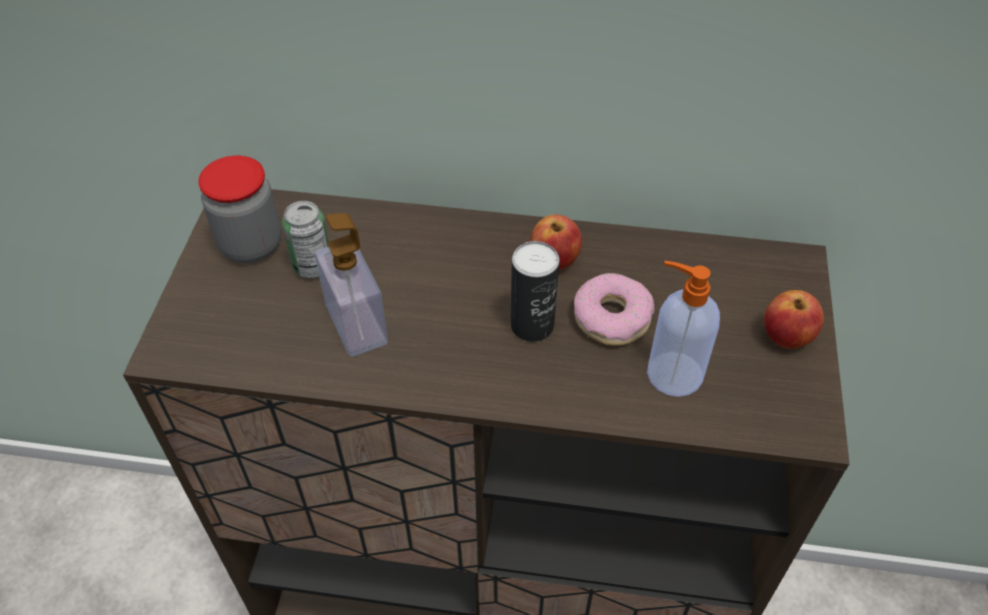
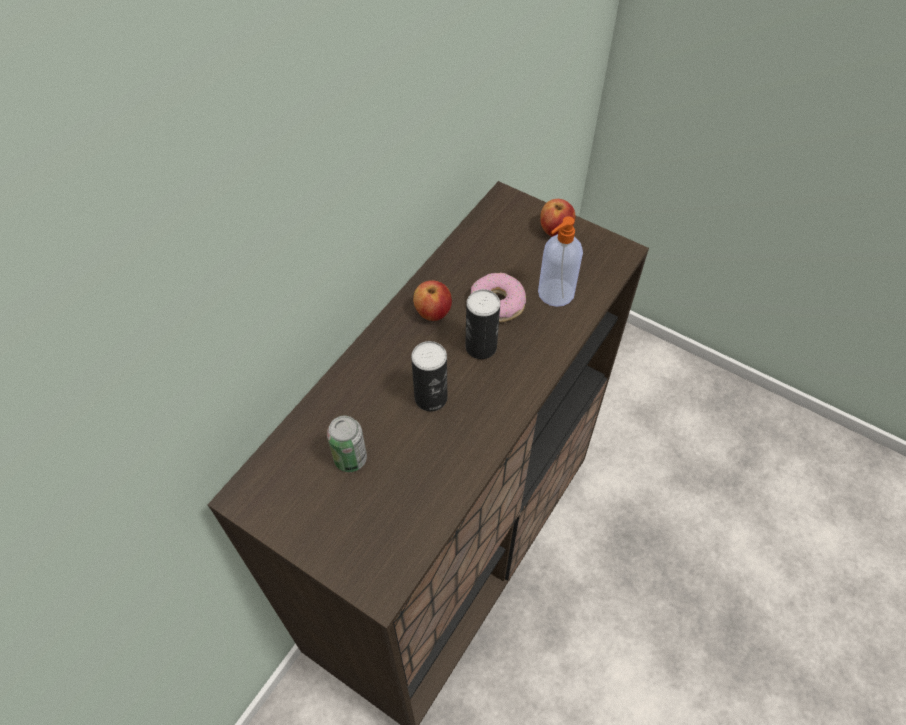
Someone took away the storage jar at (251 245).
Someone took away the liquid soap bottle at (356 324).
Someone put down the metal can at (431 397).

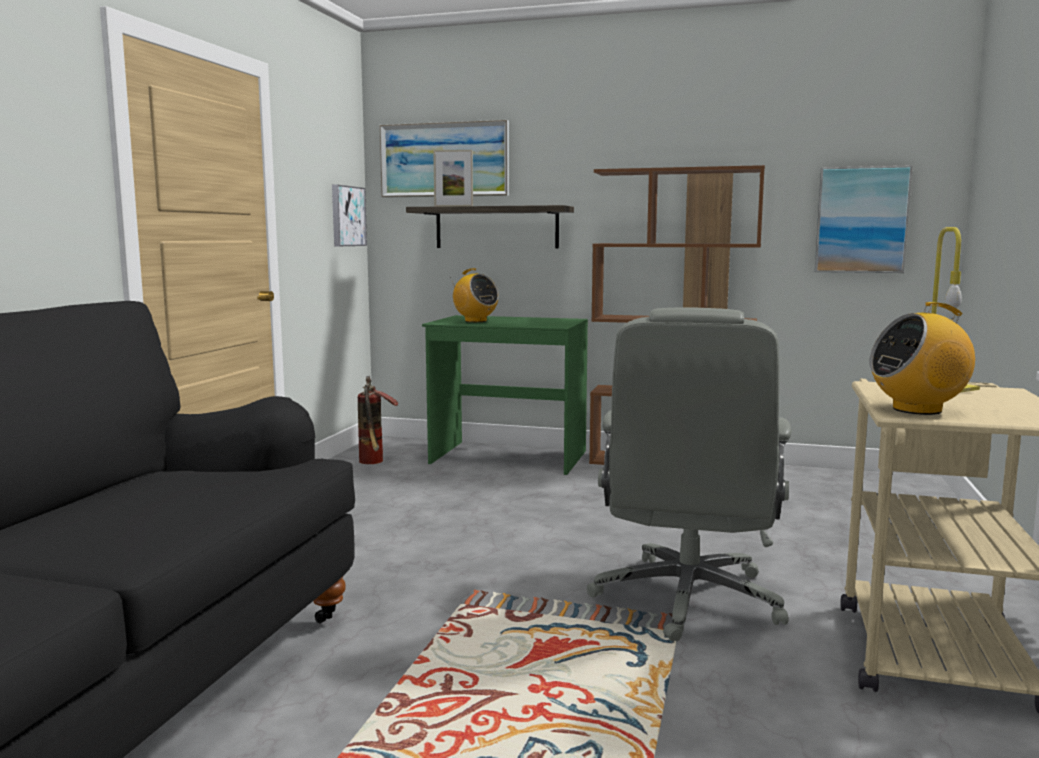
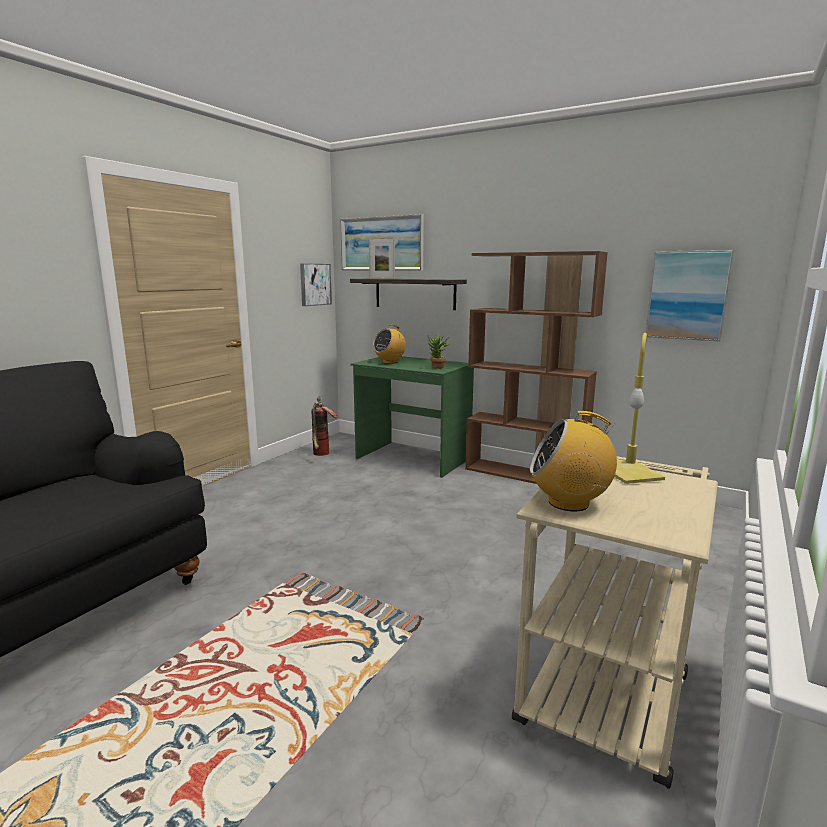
Someone rotated the radio set at (475 321) by 75 degrees clockwise.
Someone took away the greyish desk chair at (687 600).
Someone put down the plant in a pot at (437 368).

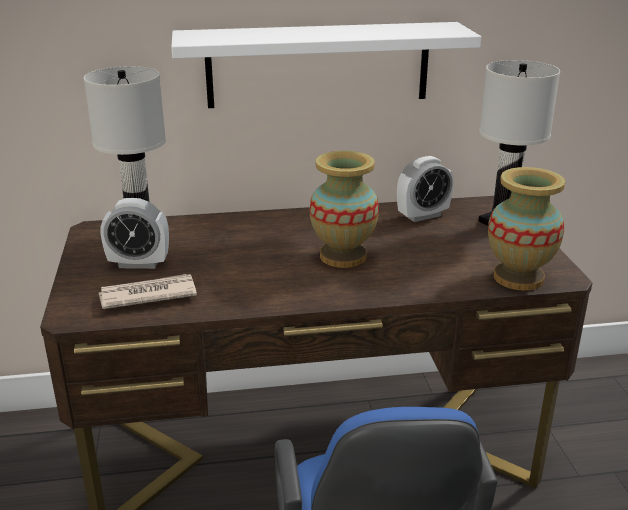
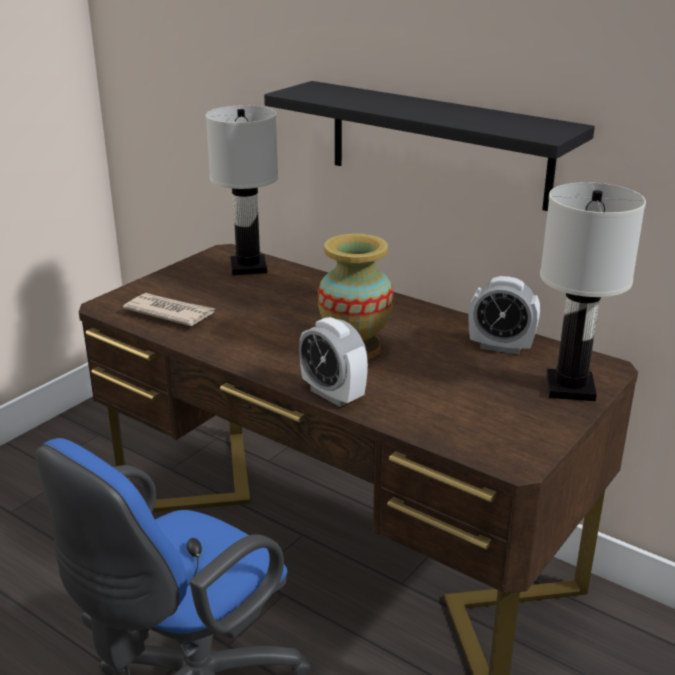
Someone carried the alarm clock from (139 264) to (333 394).
Someone repainted the white wall shelf at (318 65), which became the black wall shelf at (437 144).
Someone took away the vase at (518 278).

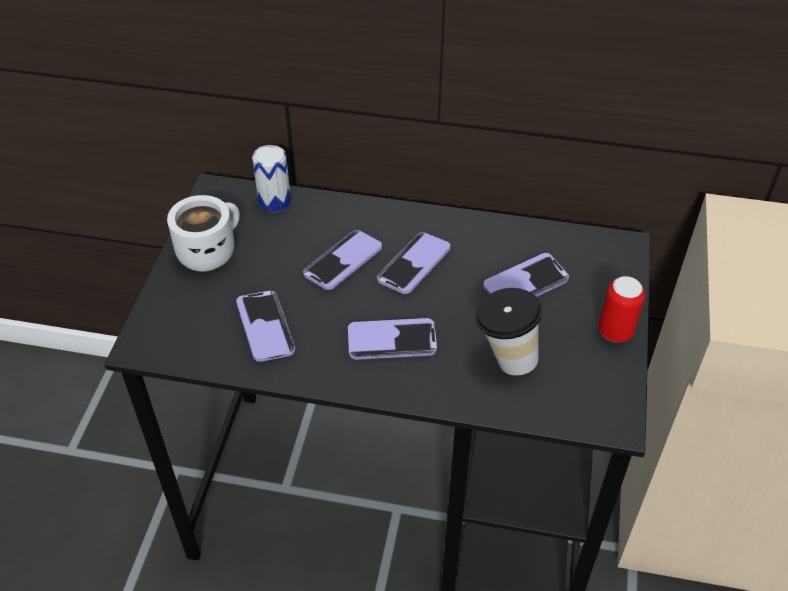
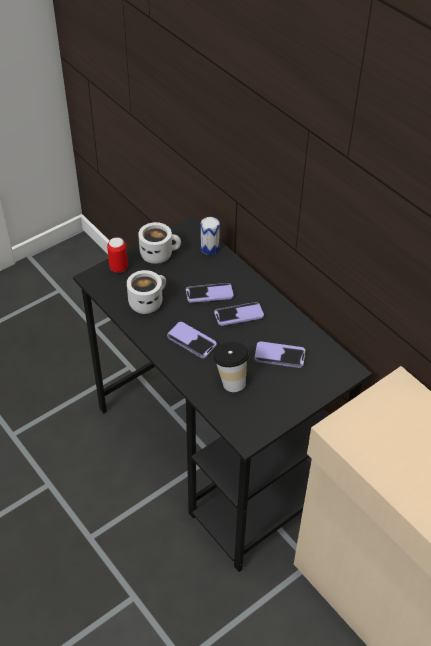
Someone swapped the phone at (265 327) for the white tea mug at (147 301).
Someone carried the metal can from (615 332) to (118 268).

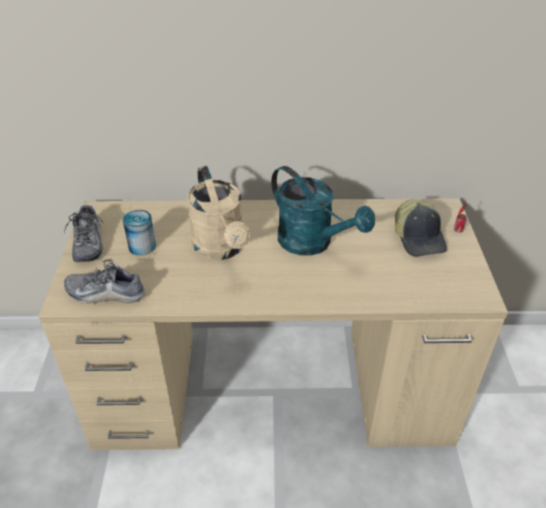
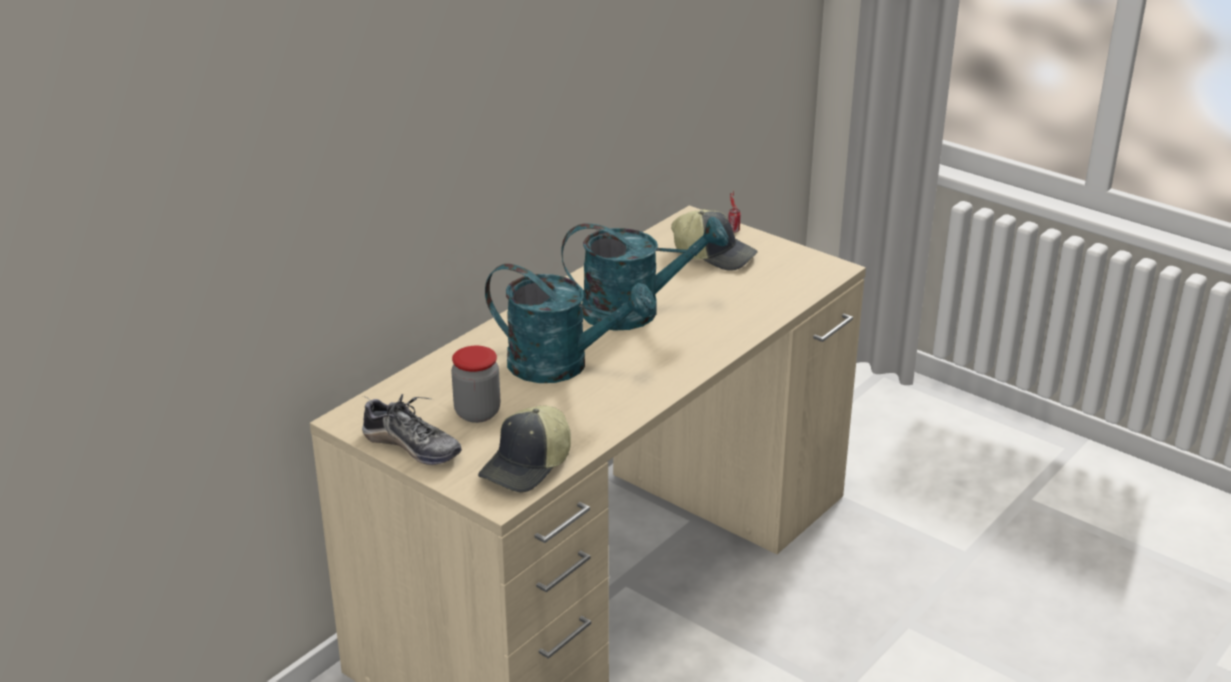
Someone swapped the shoe at (105 293) for the cap at (528 466).
Someone swapped the metal can at (142 246) for the storage jar at (477 413).
Someone repainted the beige-coloured sprinkling can at (222 249), which became the turquoise-coloured sprinkling can at (562 365).

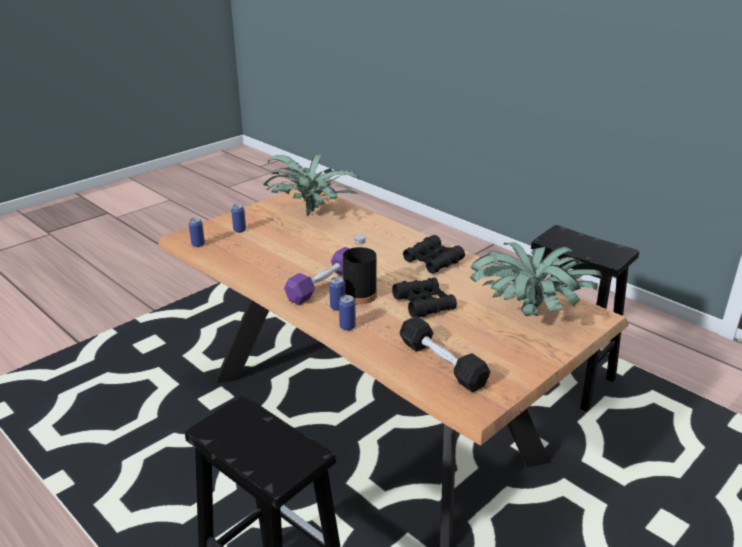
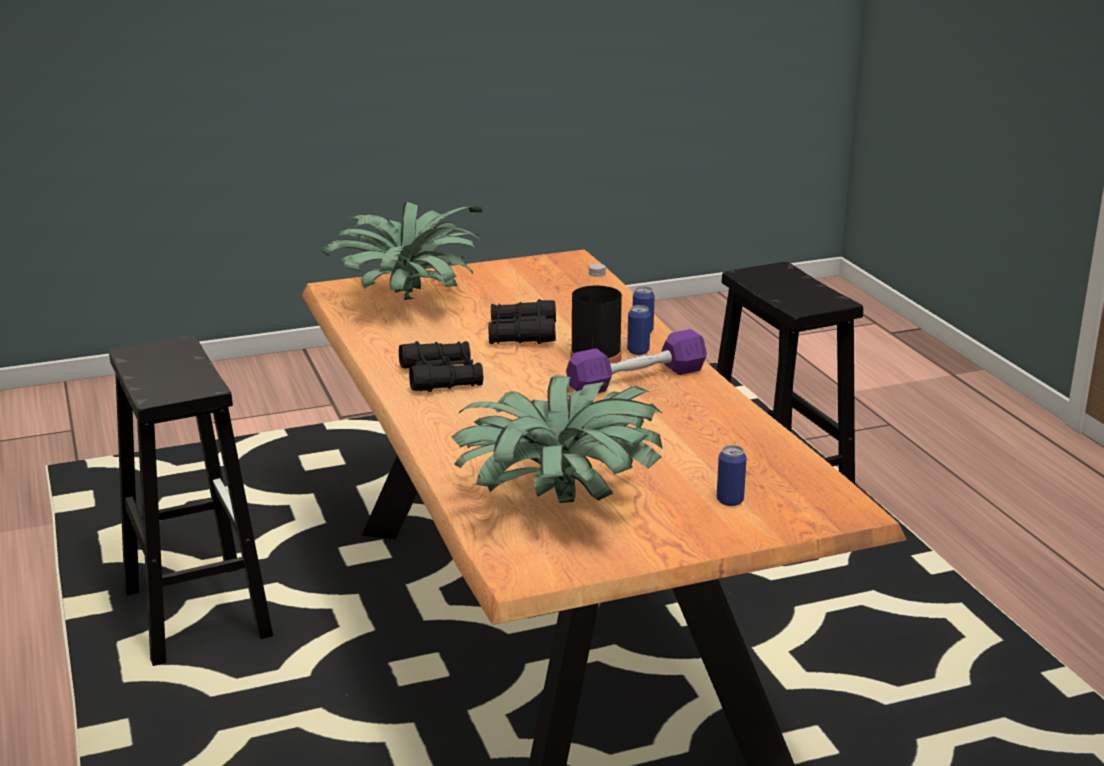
Someone took away the metal can at (198 244).
Someone took away the black dumbbell at (442 363).

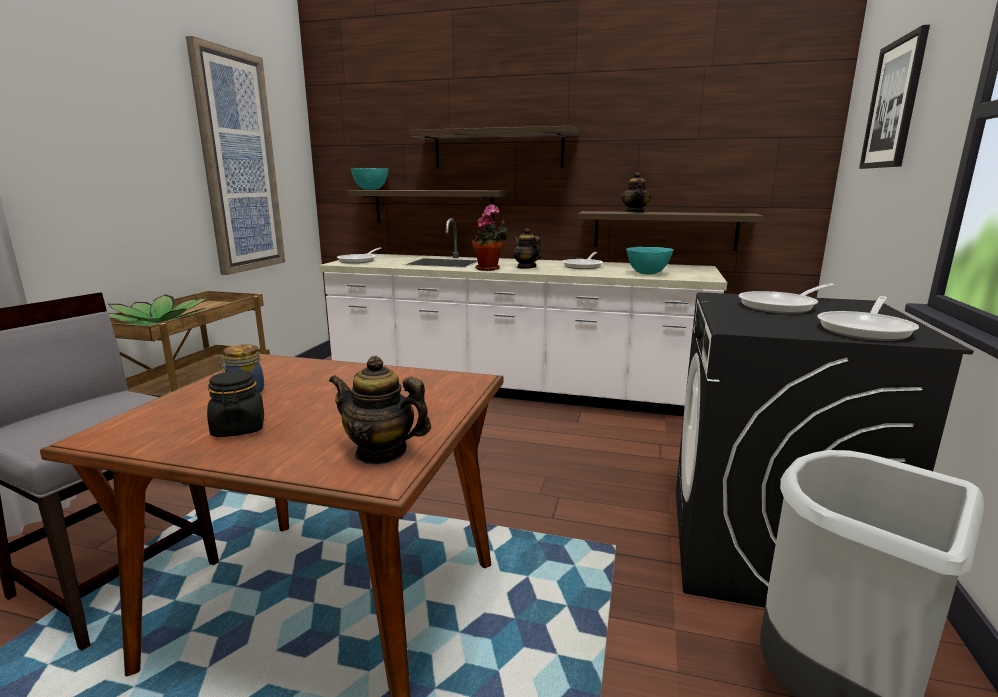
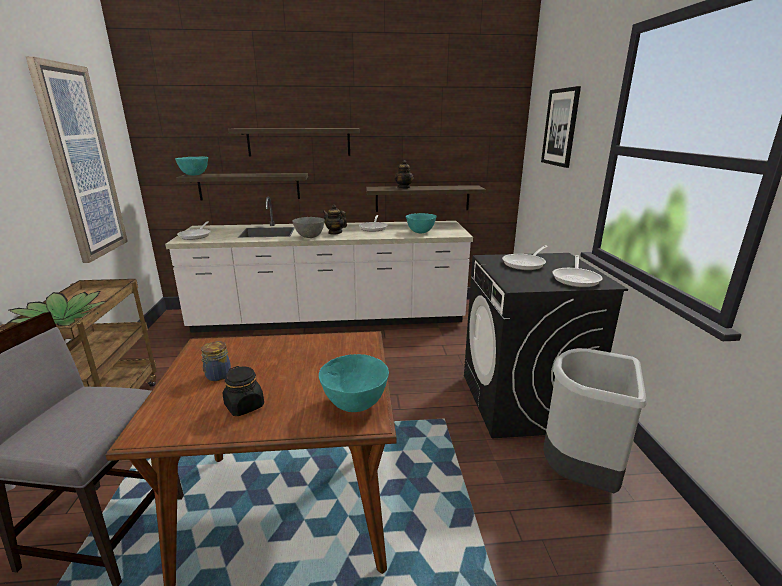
Someone swapped the teapot at (381 452) for the turquoise-coloured bowl at (355 404).
Someone swapped the plant in a pot at (489 269) for the greyish bowl at (310 237).

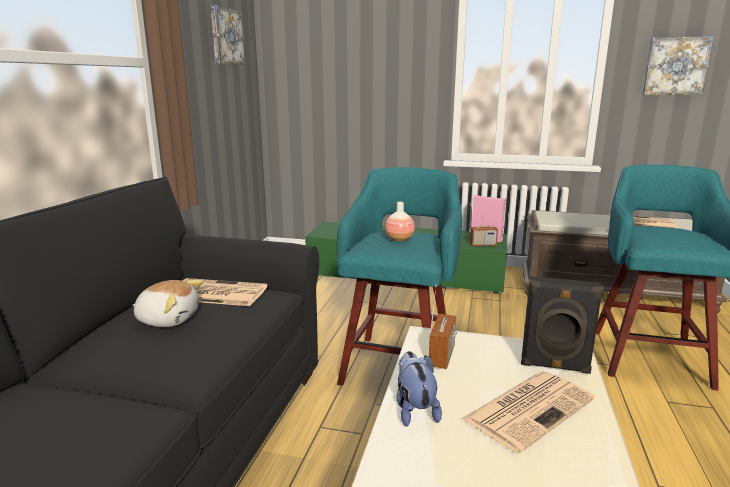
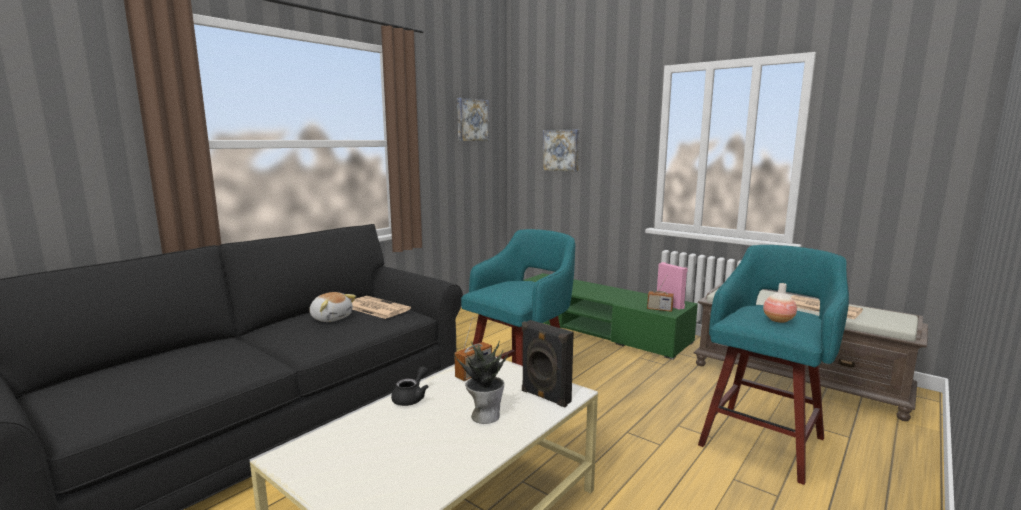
Someone carried the vase from (399 239) to (778 320).
Someone swapped the plush toy at (414 410) for the black teapot at (411 398).
Someone swapped the newspaper at (529 408) for the plant in a pot at (485 415).
Someone carried the wall picture from (675 66) to (561 150).

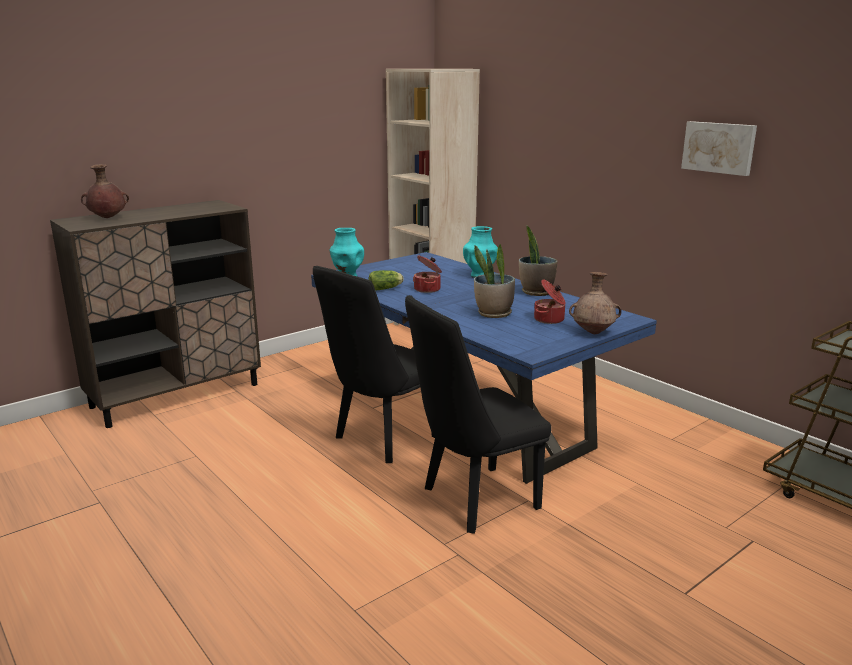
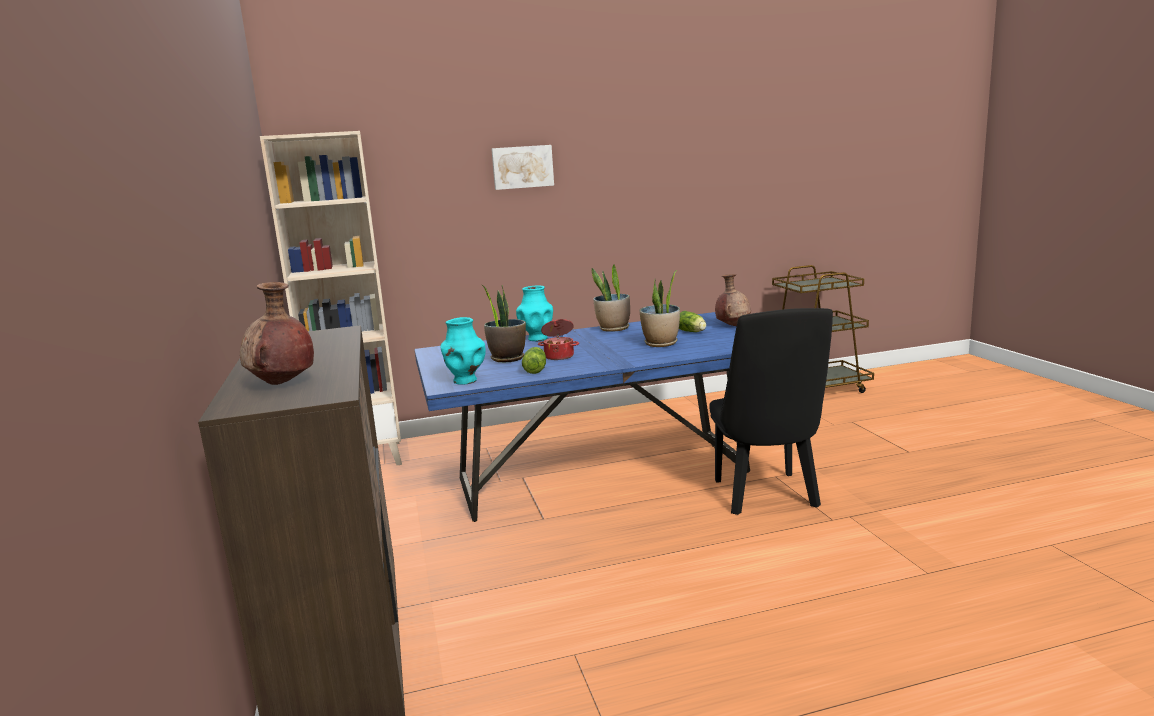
Someone took away the black chair at (380 440).
Someone swapped the cooking pot at (549 319) for the lettuce at (692 332).
Someone carried the wall picture from (719 147) to (522 167).
Someone put down the plant in a pot at (507 358).

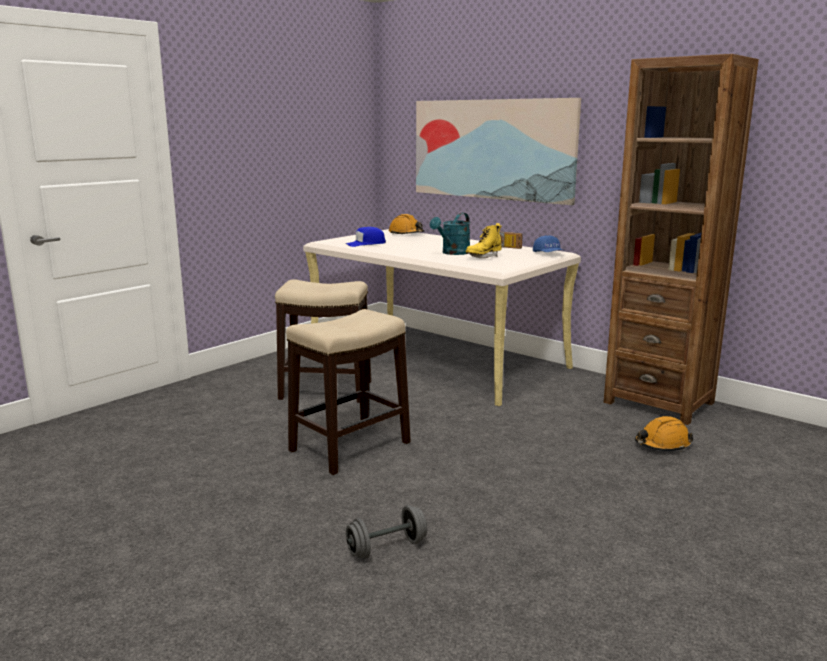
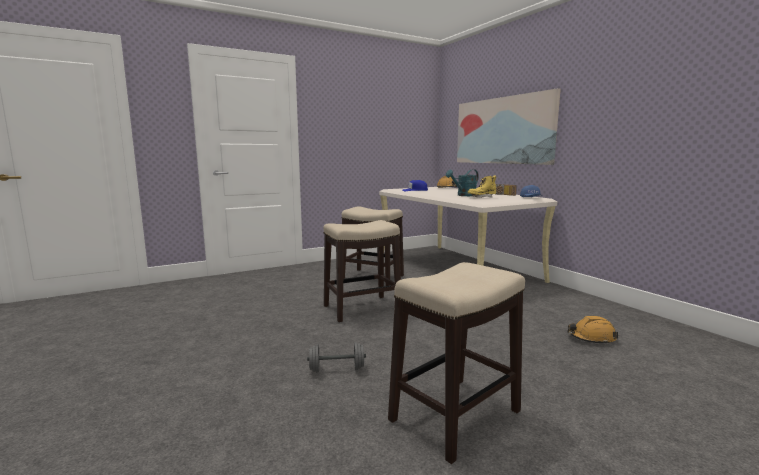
Someone took away the brown-coloured bookshelf at (659 402).
Someone put down the stool at (454 416).

